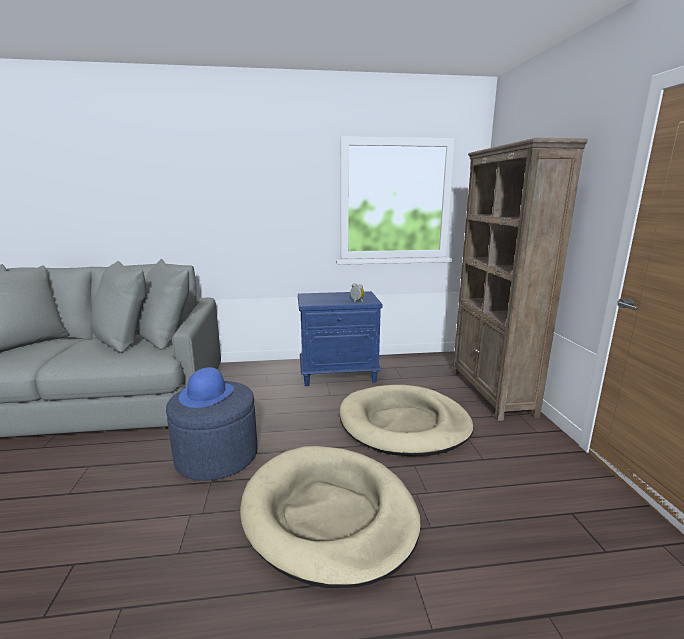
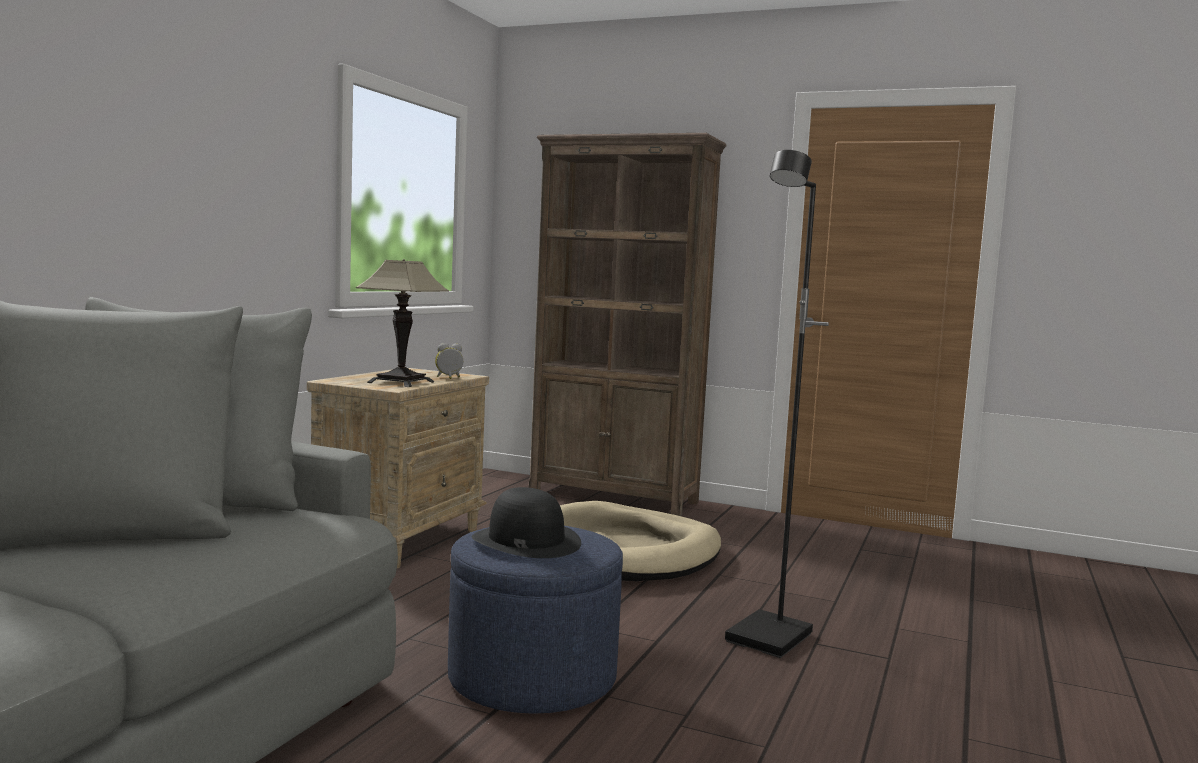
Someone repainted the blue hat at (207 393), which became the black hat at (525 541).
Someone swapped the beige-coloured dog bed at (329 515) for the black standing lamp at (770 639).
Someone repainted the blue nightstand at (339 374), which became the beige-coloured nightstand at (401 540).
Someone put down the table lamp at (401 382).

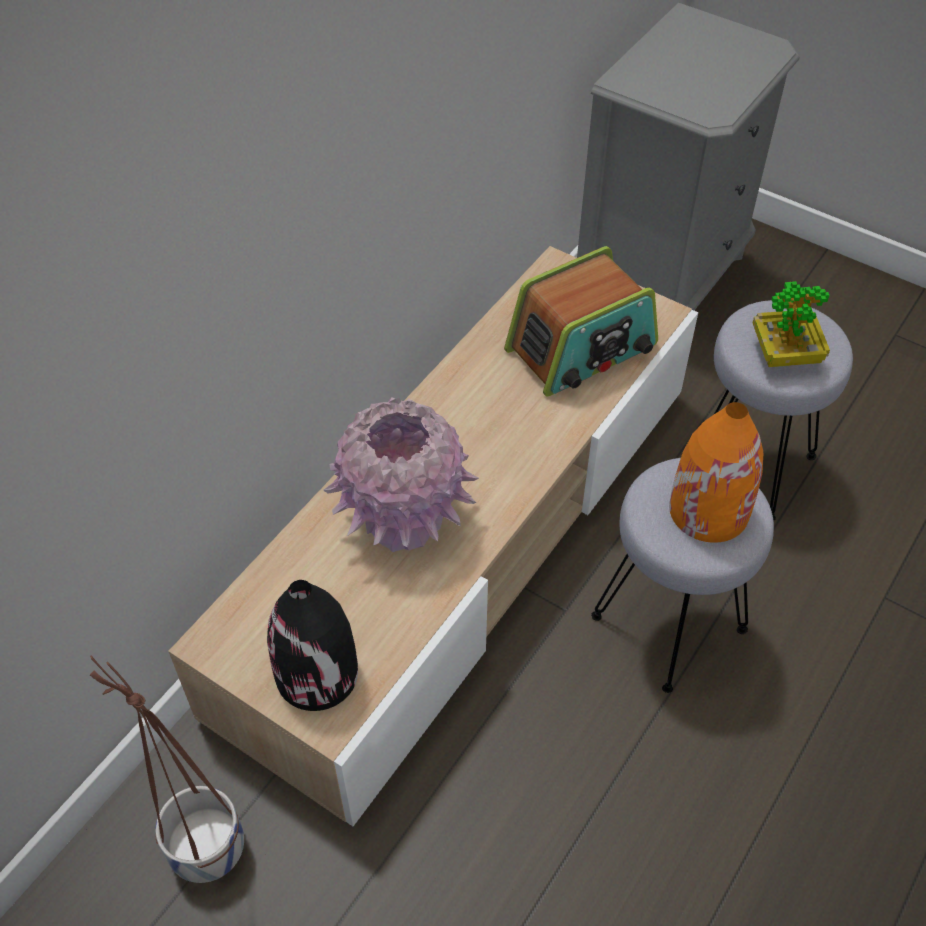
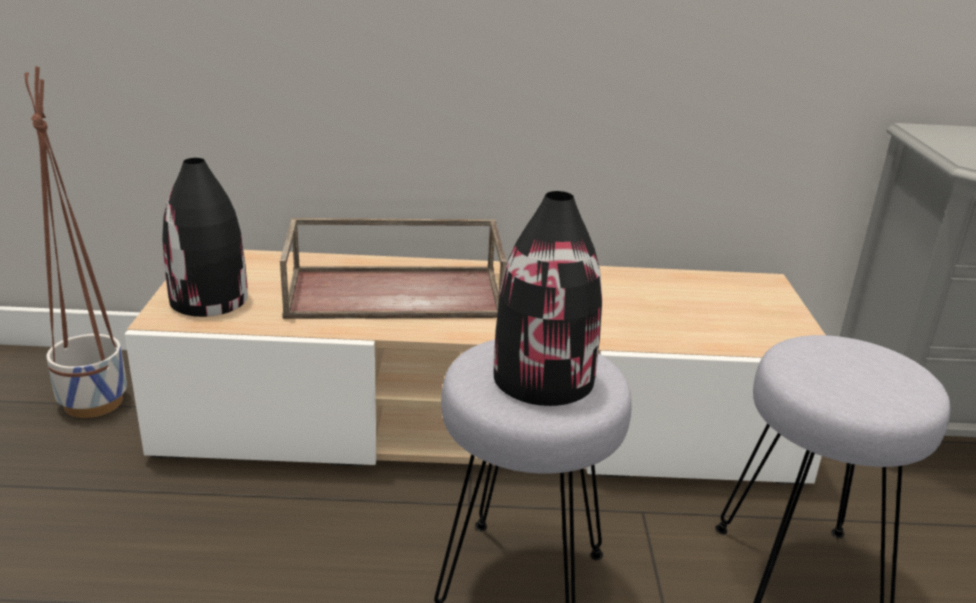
Someone swapped the pink-coloured vase at (403 519) for the brown-coloured tray at (397 292).
Someone took away the radio set at (582 349).
Someone repainted the orangey vase at (709 509), which became the black vase at (544 379).
Someone took away the plant in a pot at (784 354).

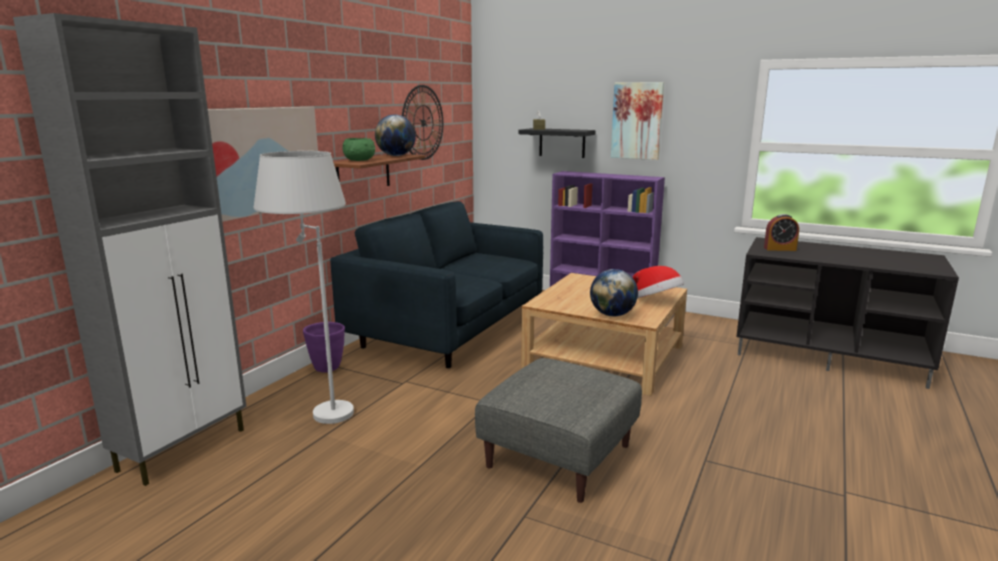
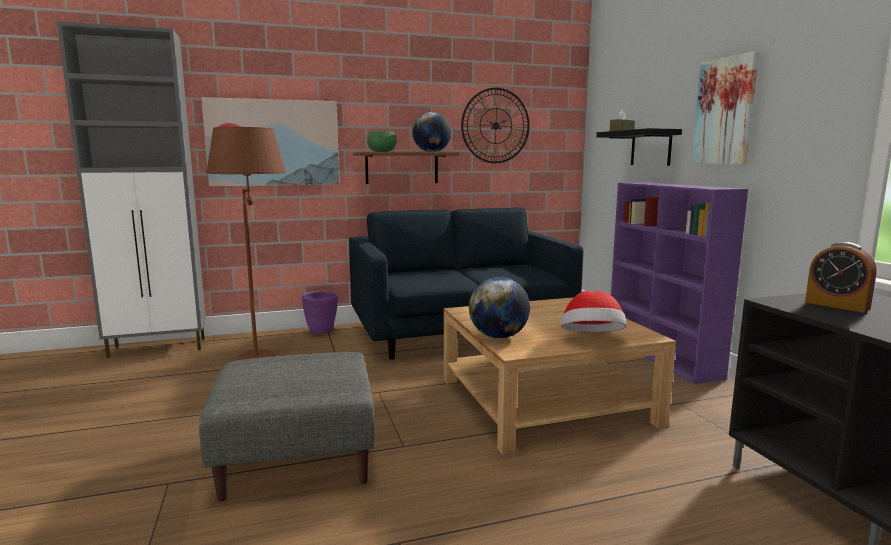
Someone repainted the white standing lamp at (319 407), which became the brown-coloured standing lamp at (259 352).

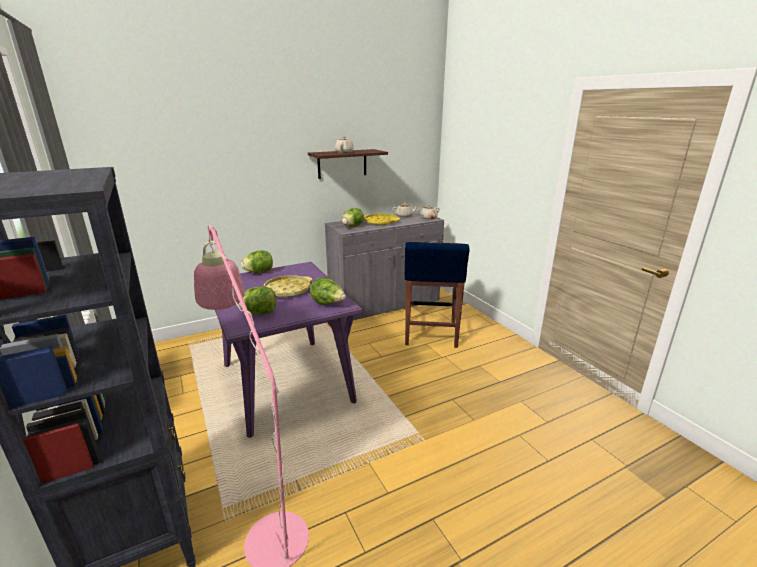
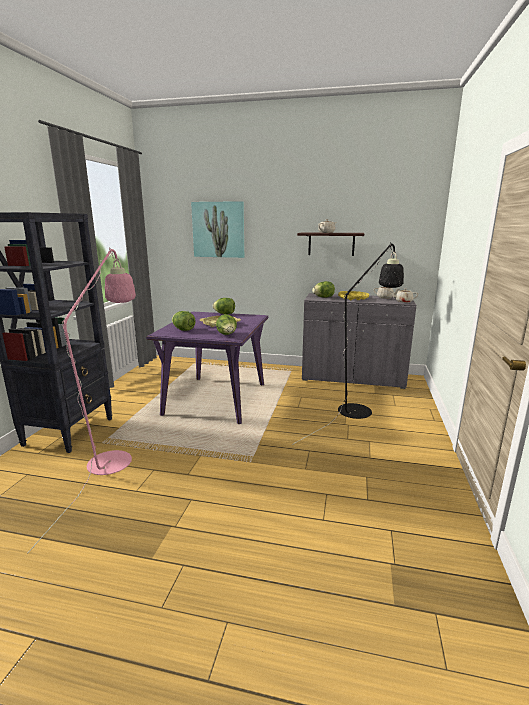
Someone swapped the blue stool at (430 334) for the black standing lamp at (359 408).
Someone put up the wall picture at (218 229).

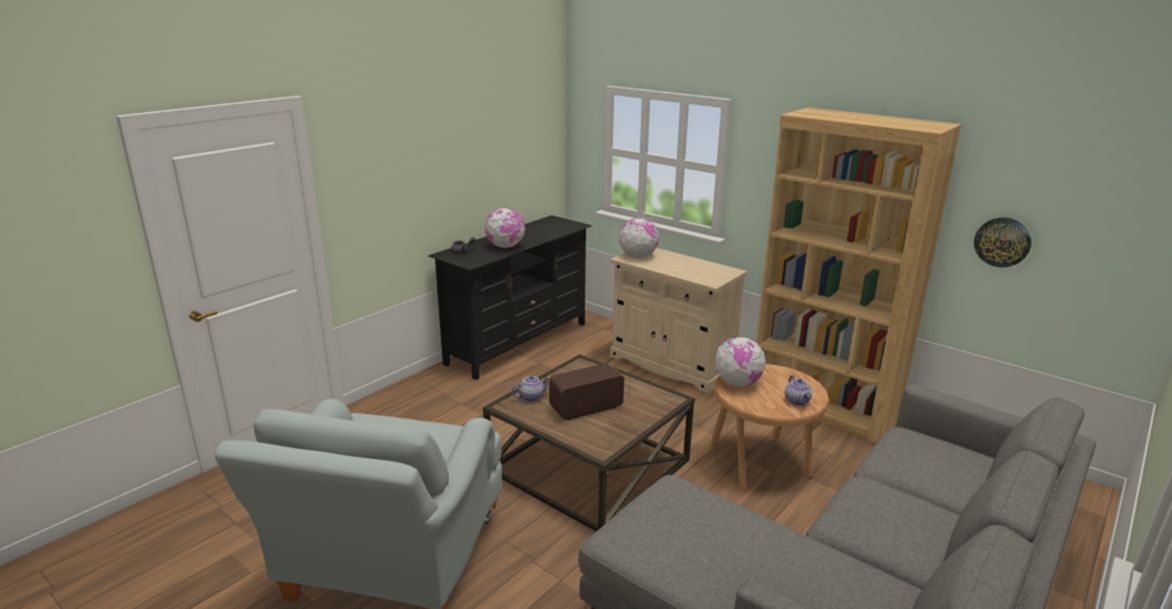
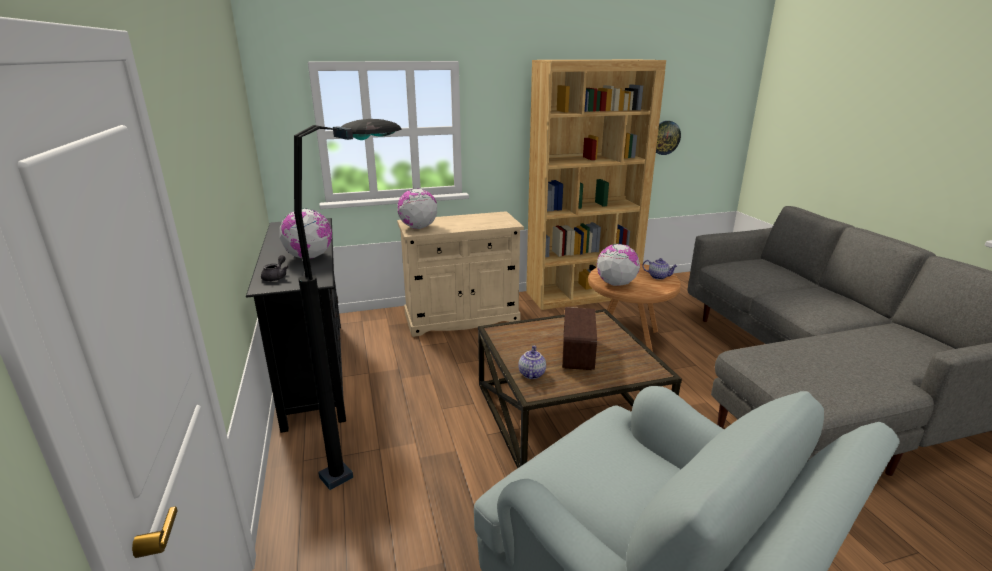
Someone put down the black standing lamp at (381 454).

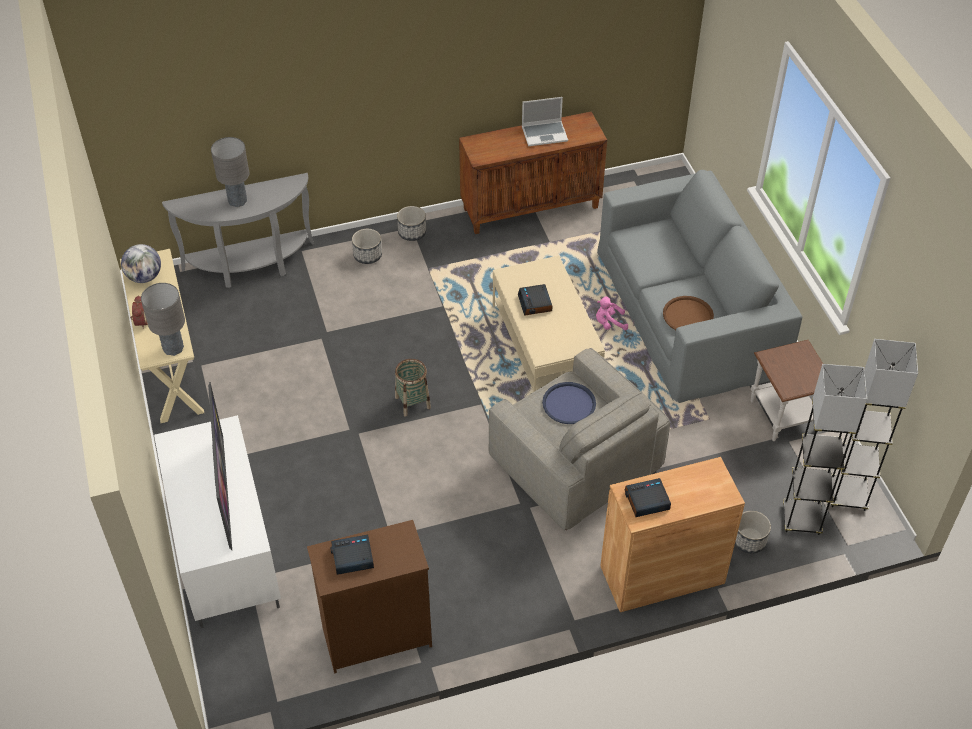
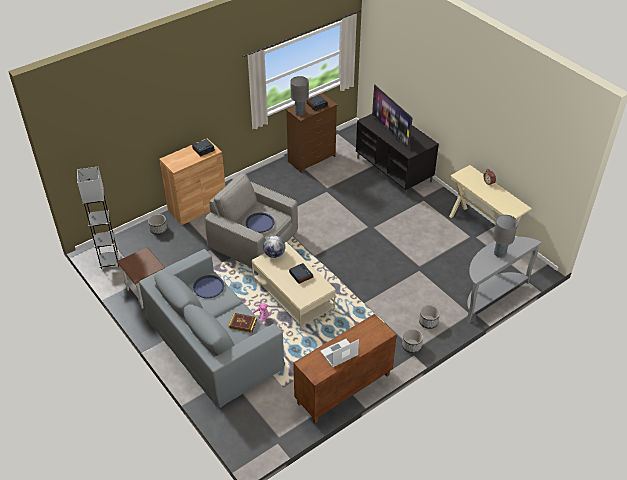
Someone carried the globe from (144 277) to (274 254).
Someone carried the greyish table lamp from (173 348) to (300 113).
Someone repainted the white media console at (224 550), which became the black media console at (394 170).
Someone took away the basket at (412 402).
Someone repainted the brown-coloured tray at (688 315), which became the blue tray at (208 287).
Someone took away the greyish standing lamp at (801 519).
Someone put down the volume at (243 324).

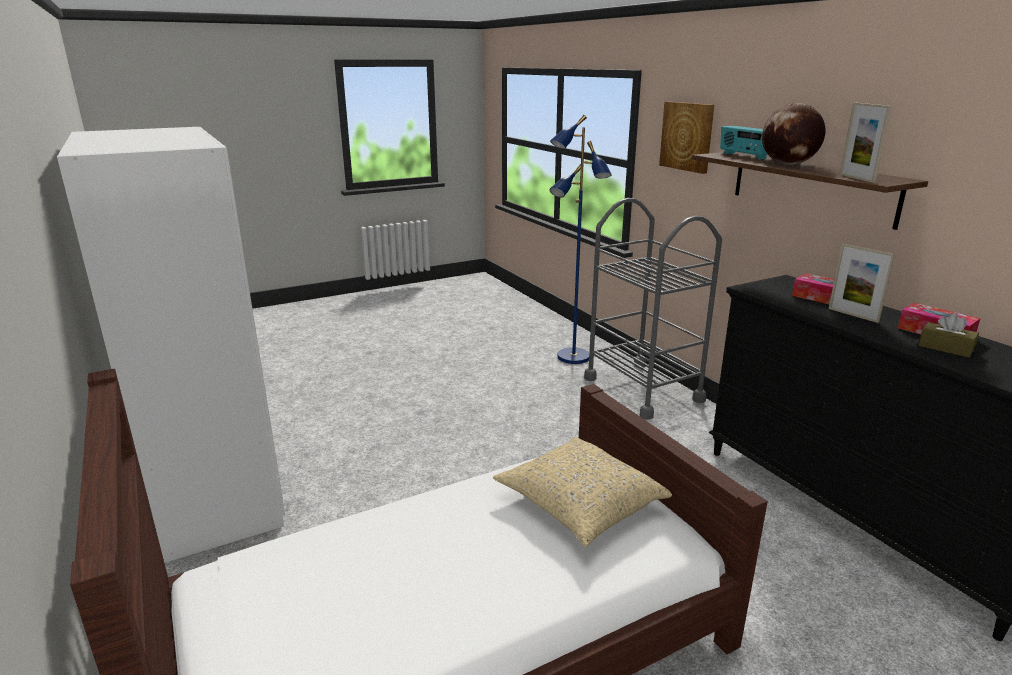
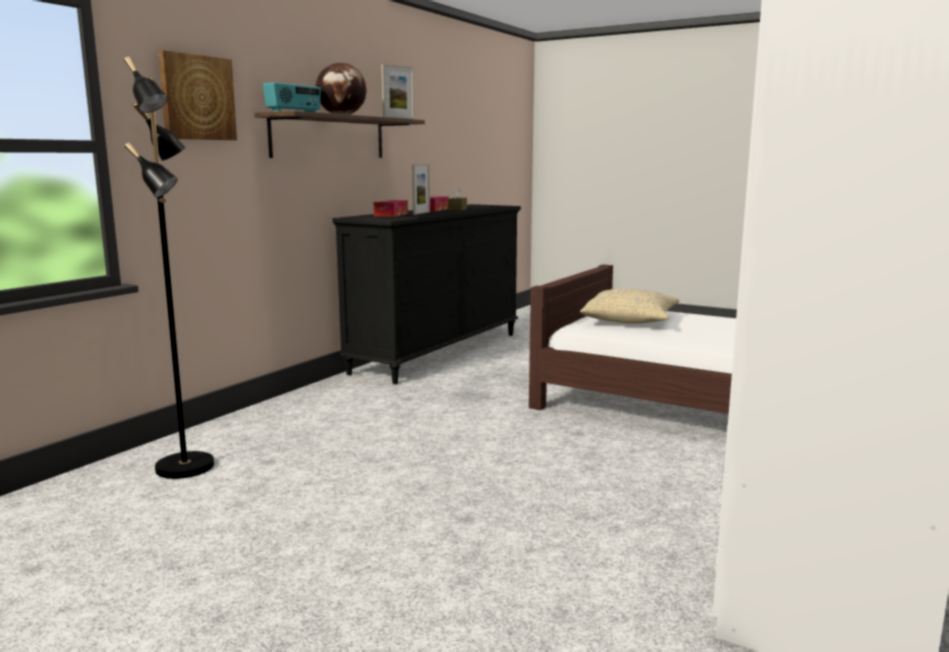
Someone repainted the blue standing lamp at (573 357), which became the black standing lamp at (187 467).
Someone took away the greyish wheeled cart at (643 389).

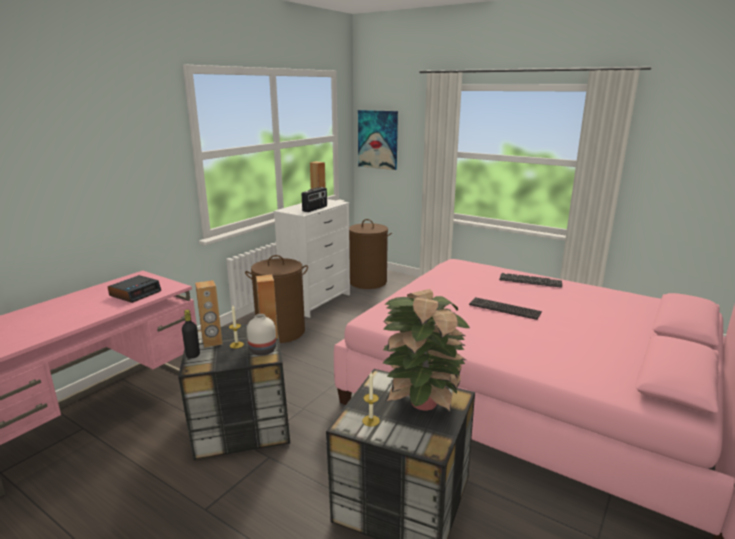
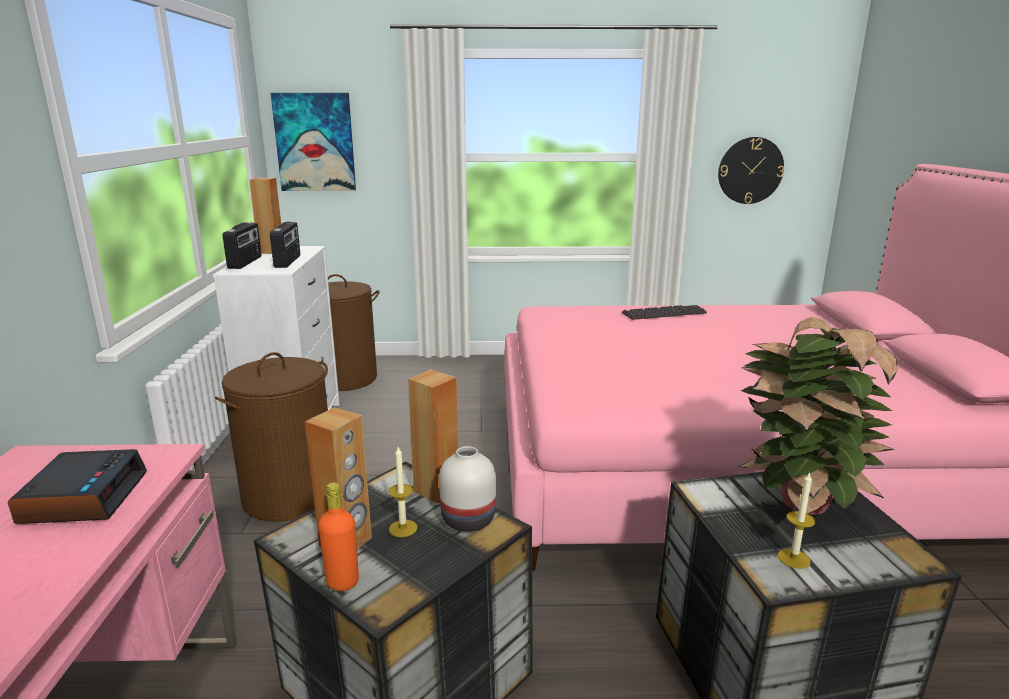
Someone repainted the black bottle at (193 355), which became the orangey bottle at (342 582).
Someone took away the computer keyboard at (505 309).
Someone put down the radio set at (246 262).
Someone put up the hanging clock at (750 170).

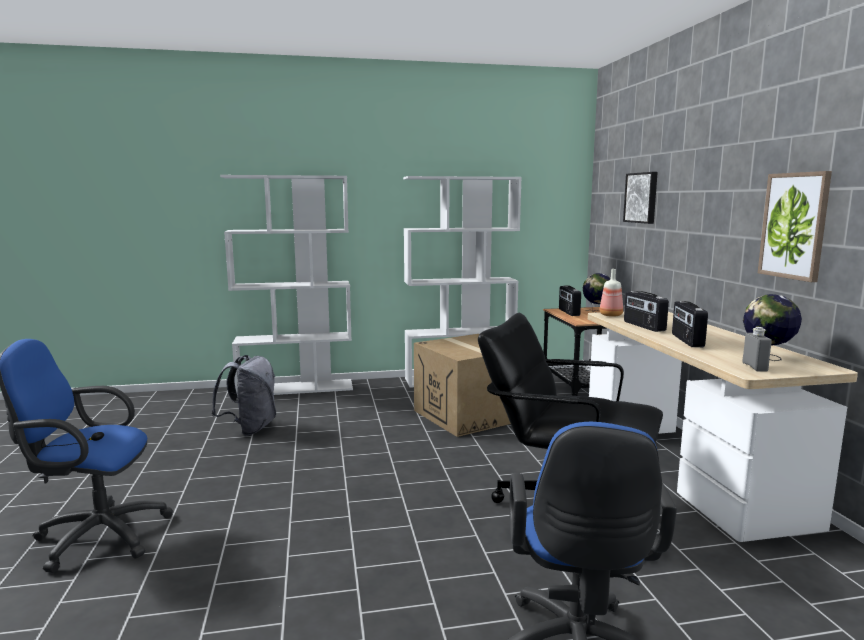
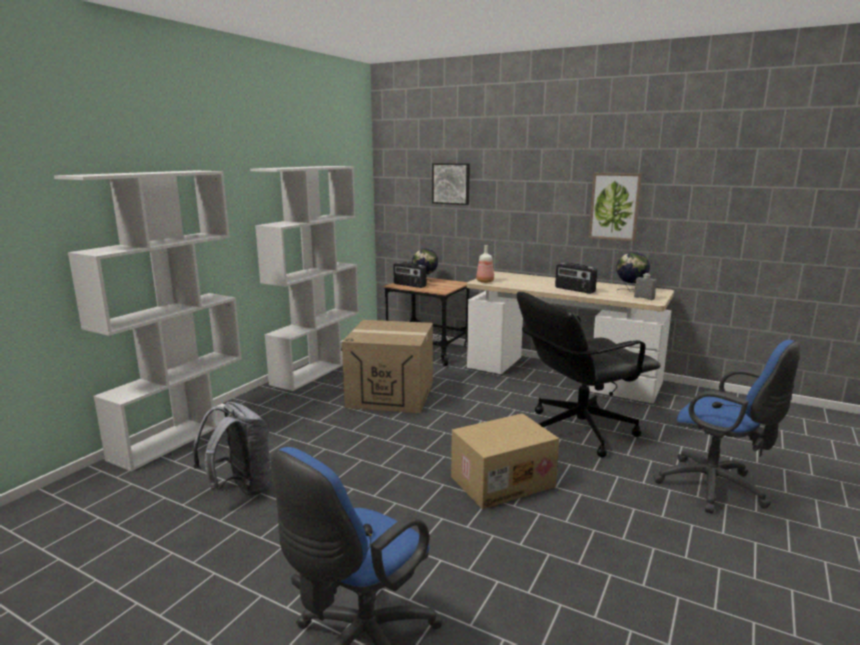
Someone took away the radio set at (643 326).
Someone put down the packing box at (502 481).

